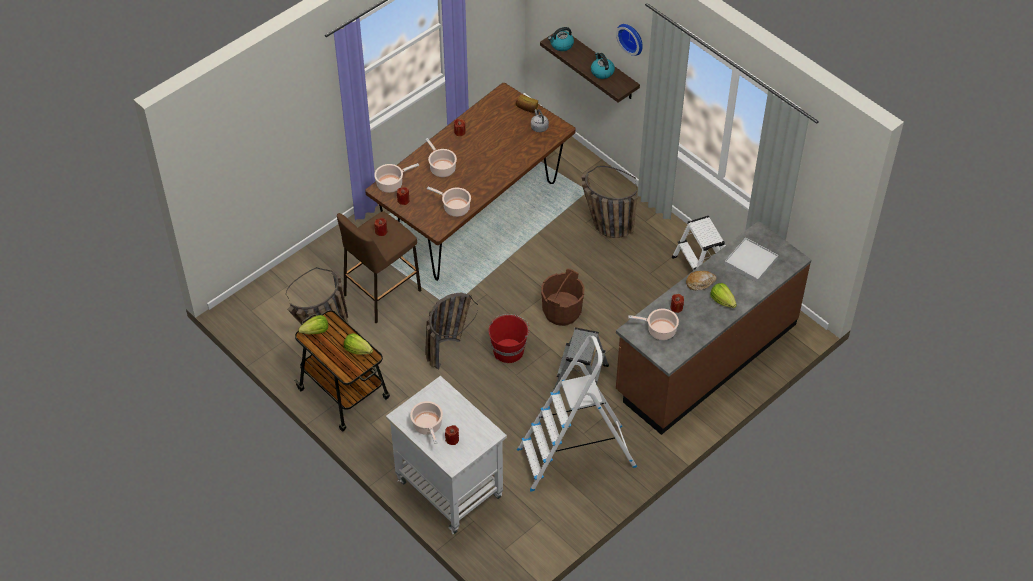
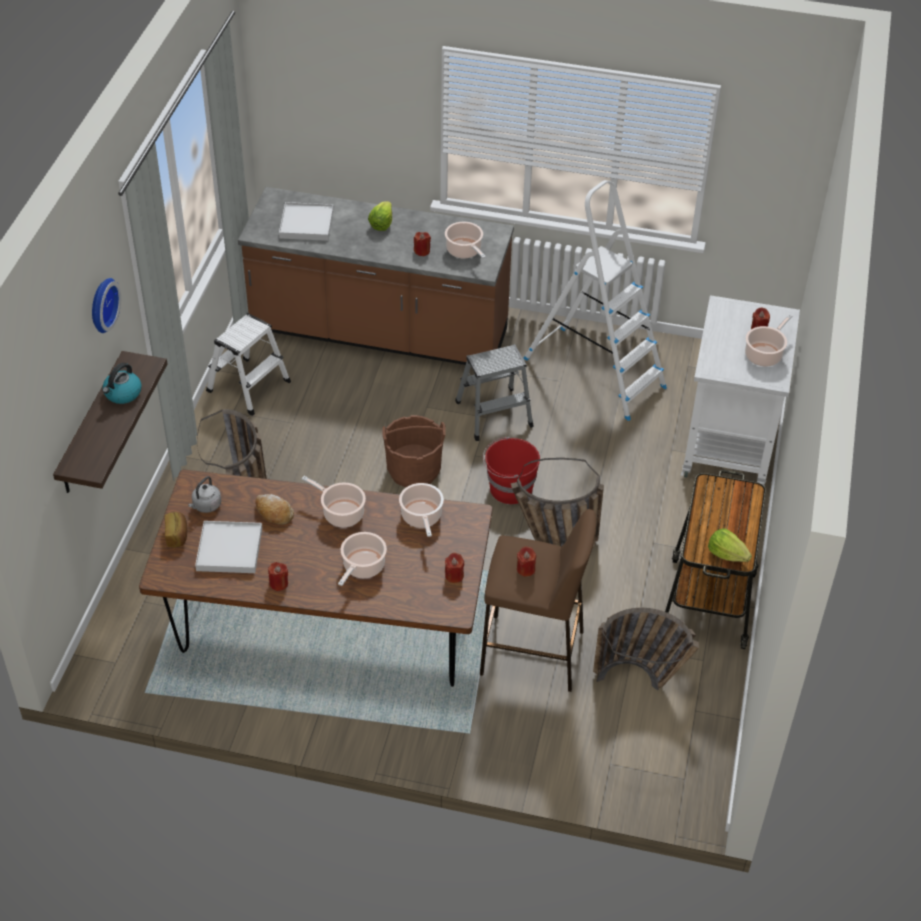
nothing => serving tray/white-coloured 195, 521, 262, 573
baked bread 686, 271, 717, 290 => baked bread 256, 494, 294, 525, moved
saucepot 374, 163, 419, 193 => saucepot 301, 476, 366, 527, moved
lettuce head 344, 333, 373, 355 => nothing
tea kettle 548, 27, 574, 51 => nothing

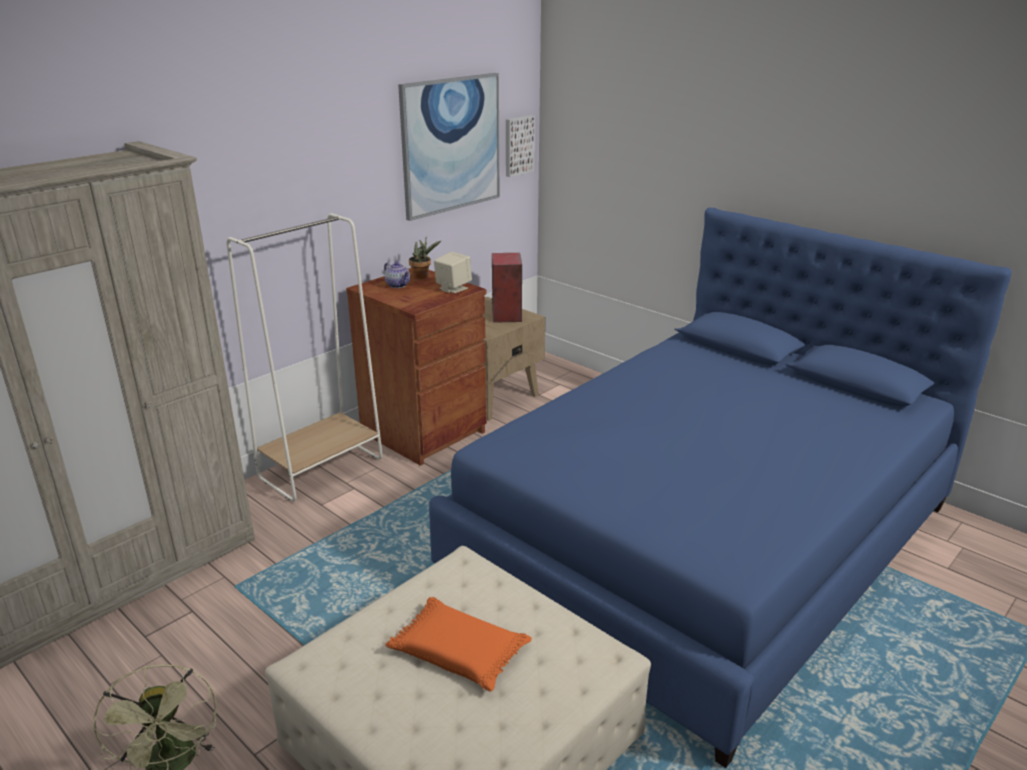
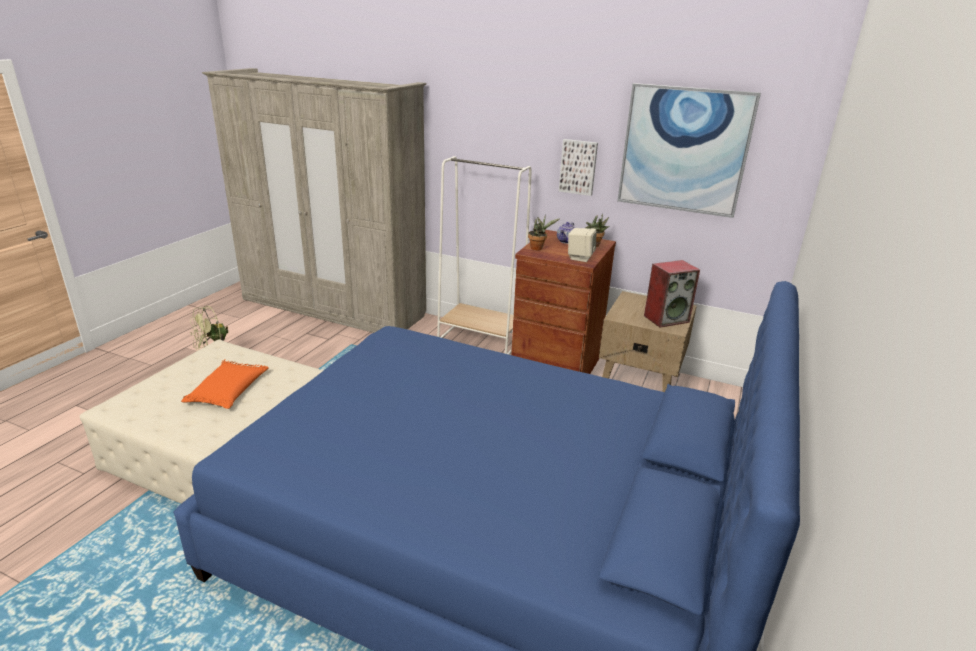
nothing => houseplant 528, 214, 560, 250
wall art 506, 115, 535, 177 => wall art 559, 139, 598, 196, moved

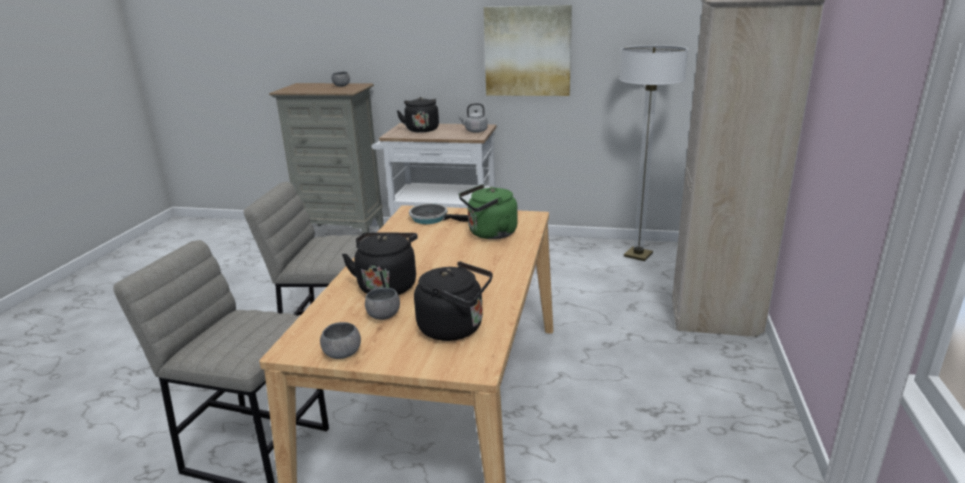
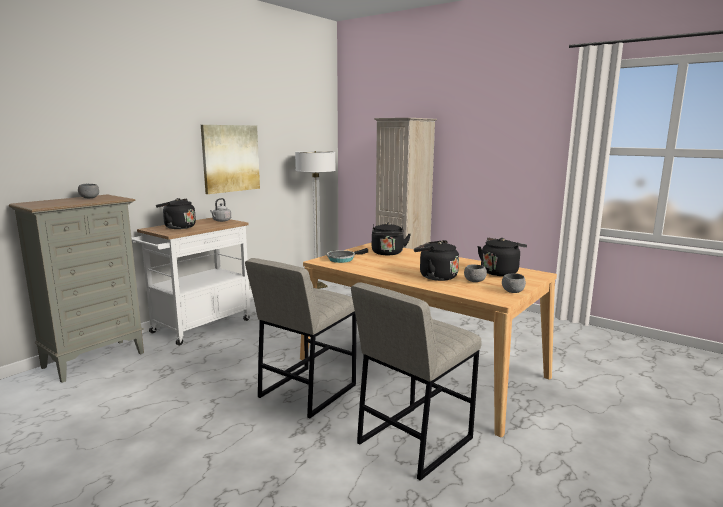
tea kettle/green 459, 184, 518, 239 => tea kettle/blackish 372, 223, 411, 255

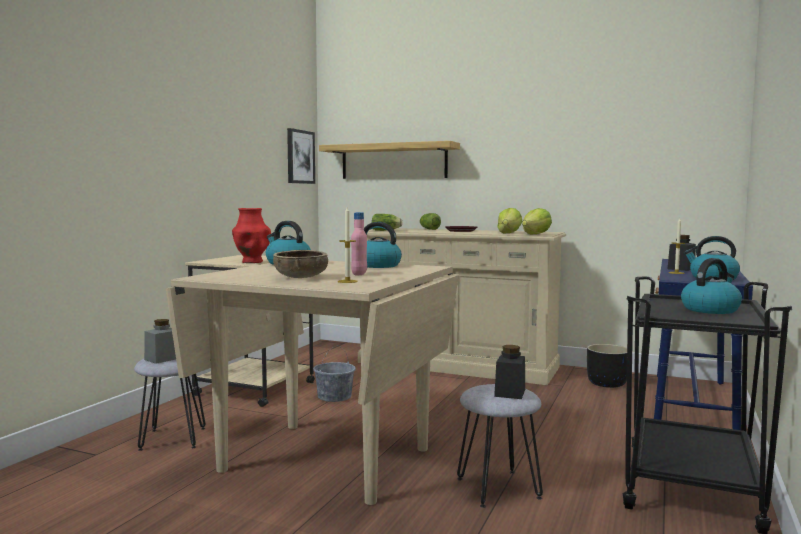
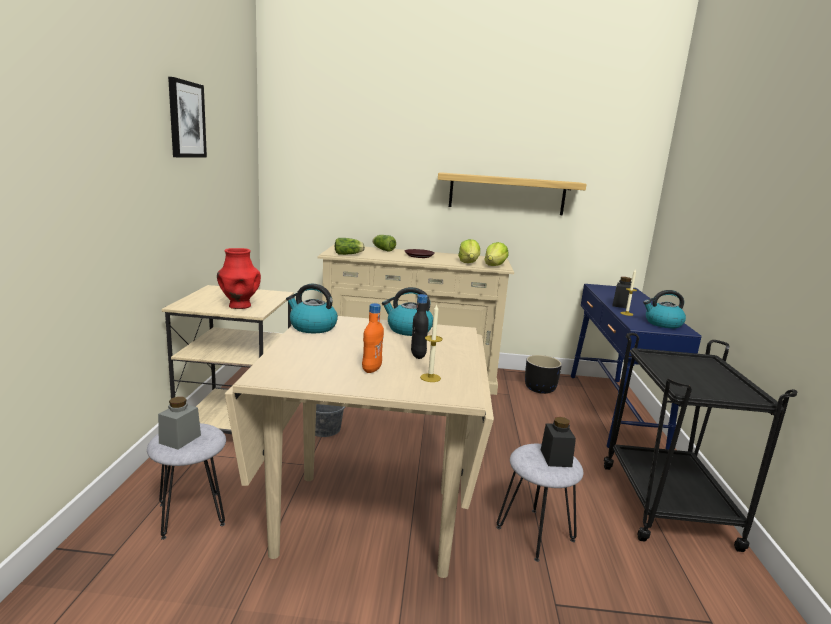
wall art 287, 128, 315, 184 => wall art 168, 77, 207, 158, moved
bowl/brownish 273, 250, 328, 278 => drink bottle/orange 362, 303, 384, 373
drink bottle/pink 351, 212, 367, 275 => drink bottle/blackish 411, 294, 429, 359
bracket shelf 319, 141, 460, 179 => bracket shelf 438, 172, 587, 215, moved
tea kettle 681, 258, 742, 314 => nothing

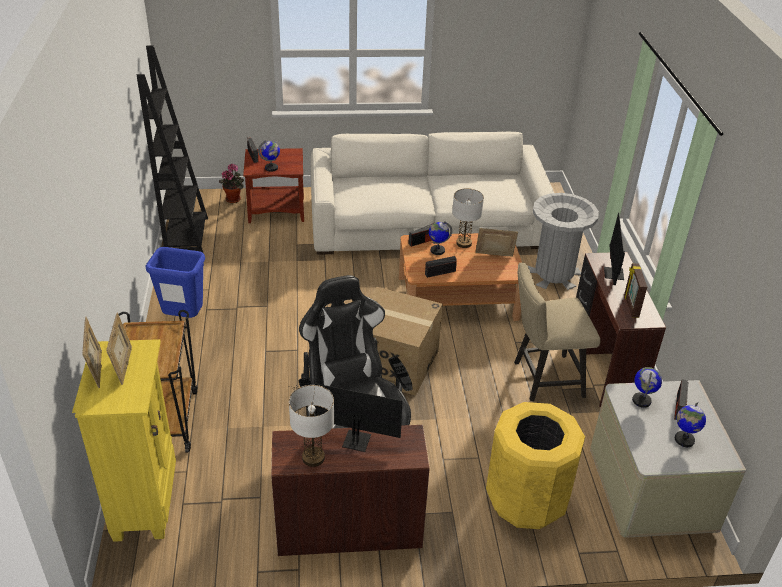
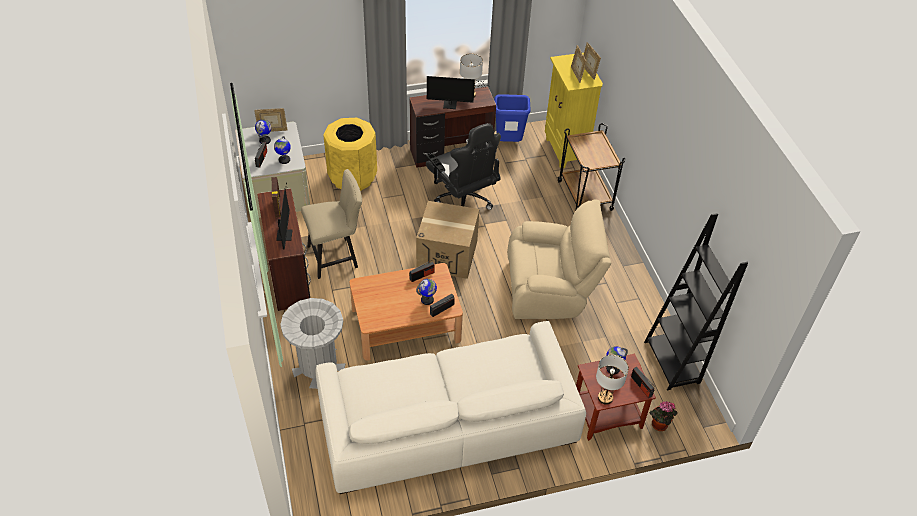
picture frame 475, 228, 518, 257 => picture frame 254, 108, 288, 131, moved
waste bin/blue-coloured 145, 247, 205, 318 => waste bin/blue-coloured 494, 94, 531, 142, moved
nothing => lounge chair/sand-coloured 508, 199, 611, 319
table lamp 452, 188, 484, 248 => table lamp 596, 355, 629, 405, moved

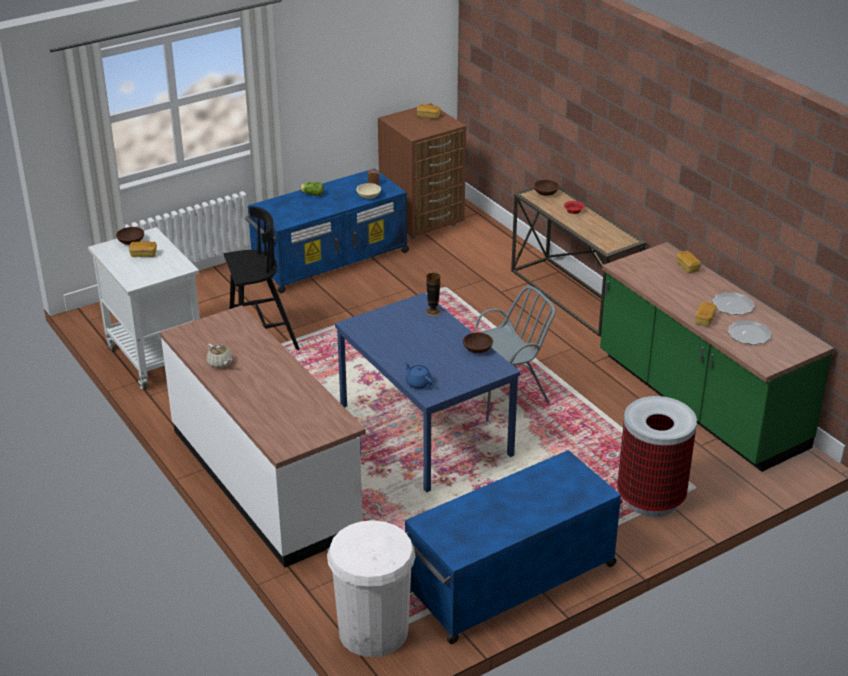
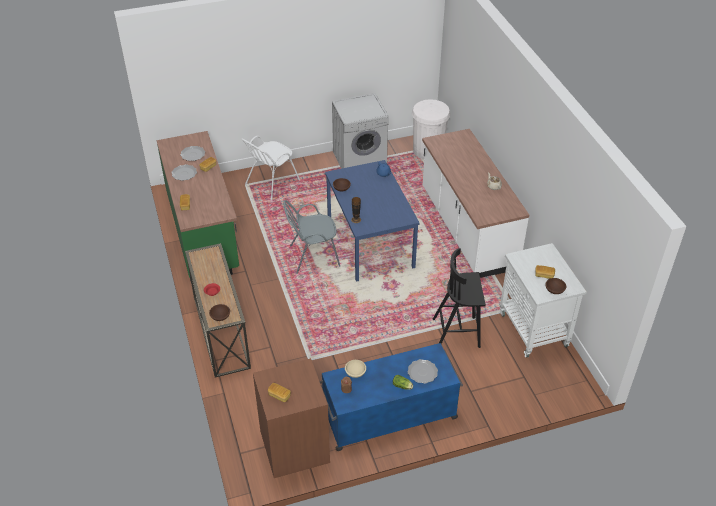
waste bin 617, 396, 697, 517 => upright chair/white-coloured 241, 136, 300, 200
storage cabinet/blue-coloured 405, 450, 623, 644 => laundry machine/white-coloured 332, 93, 389, 169
nothing => dinner plate 408, 359, 438, 384

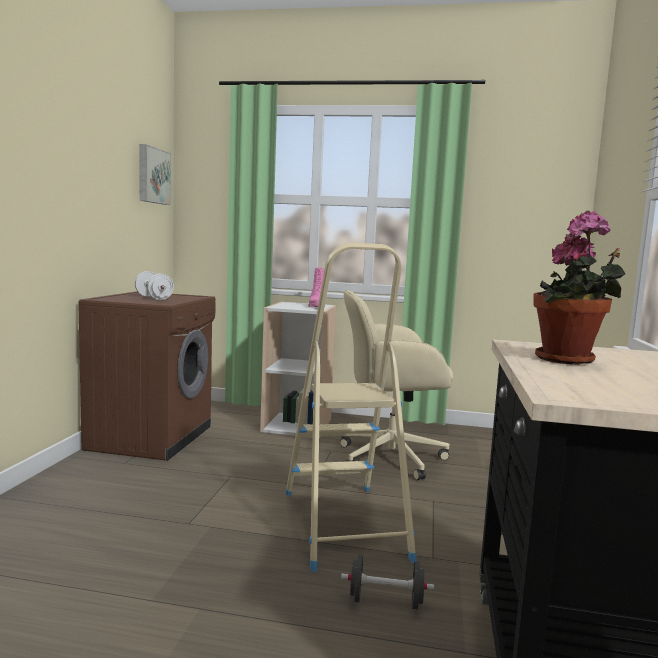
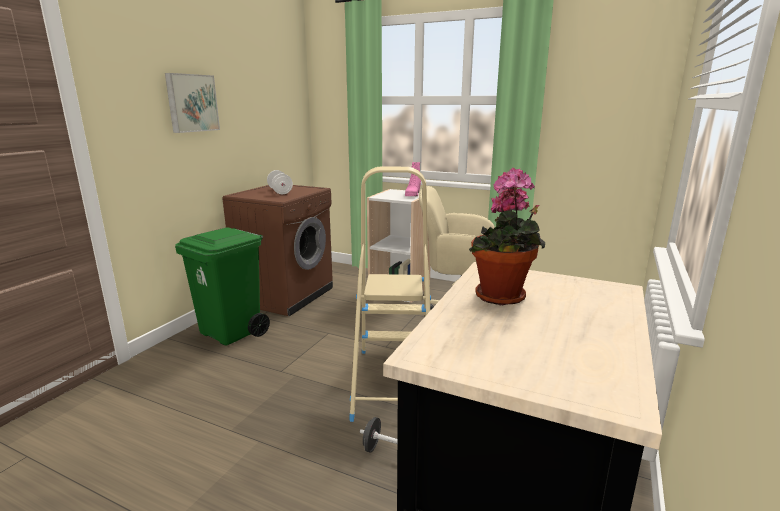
wall art 139, 144, 171, 205 => wall art 165, 73, 220, 133, moved
nothing => waste bin/green 175, 227, 270, 346

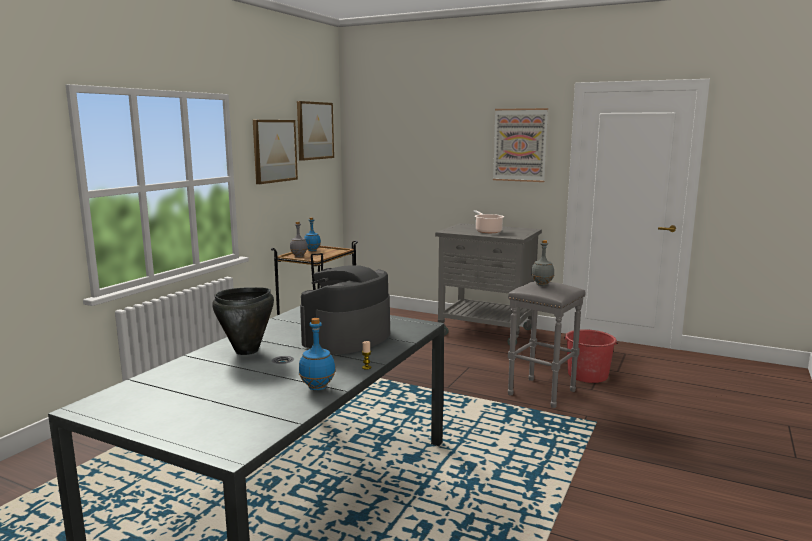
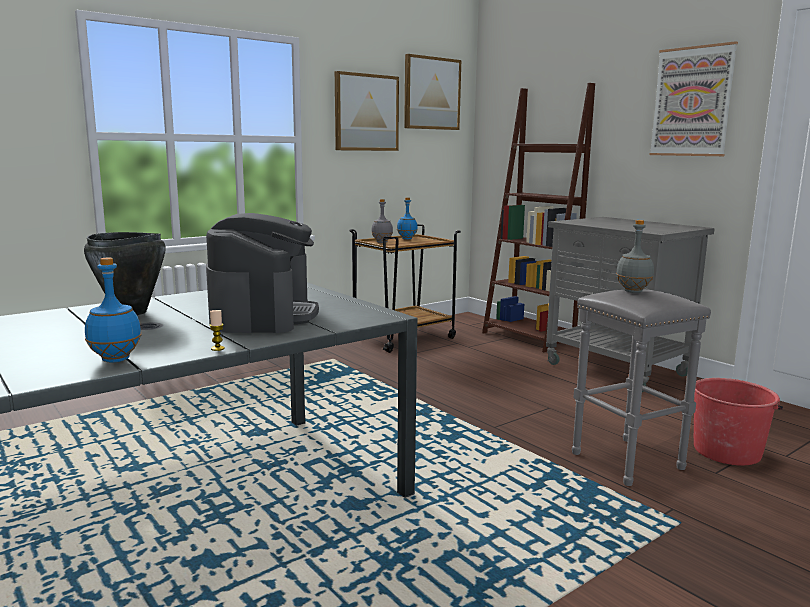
coffee machine 300, 265, 390, 354 => coffee machine 206, 213, 319, 333, 120 degrees clockwise
nothing => shelving unit/brownish 482, 83, 595, 352
saucepot 473, 211, 504, 233 => nothing

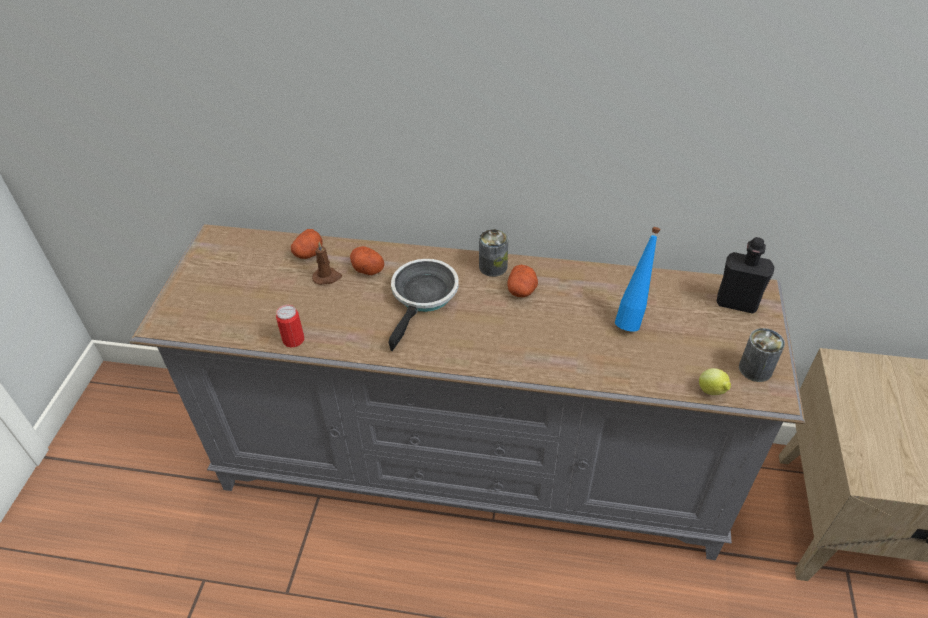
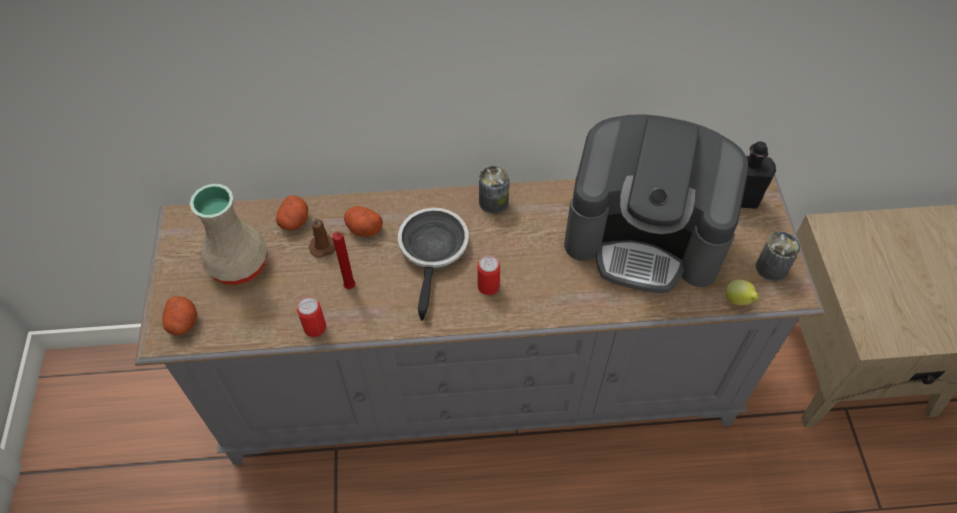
potato 507, 265, 538, 297 => potato 162, 296, 197, 335, moved
nothing => vase/sand-coloured 190, 184, 268, 285
nothing => wax light/red-coloured 332, 232, 356, 289
nothing => sealed can 477, 255, 500, 295
drink bottle/blue-coloured 615, 227, 661, 332 => coffee machine 564, 114, 749, 293

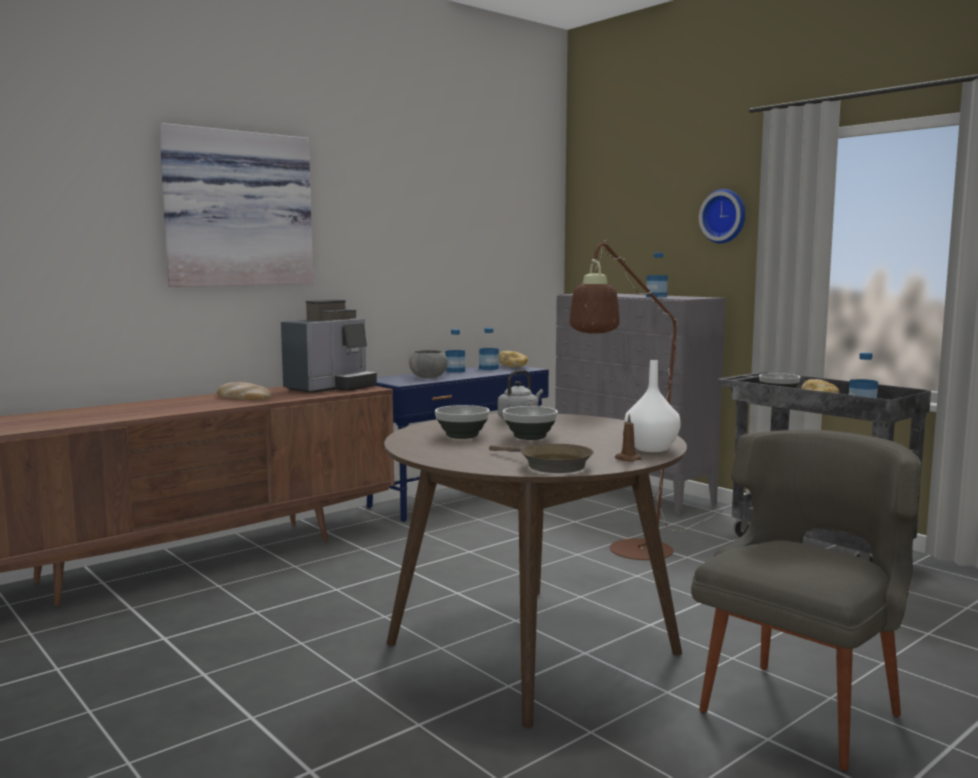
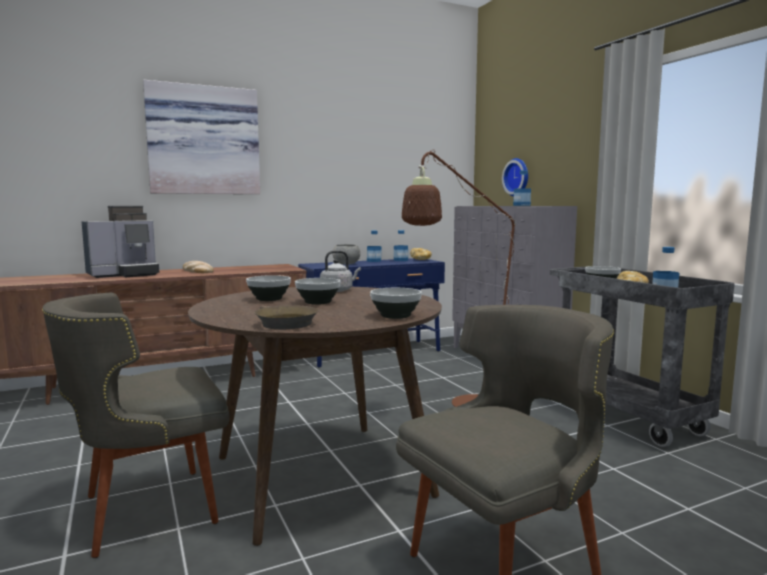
nothing => upright chair/grey 42, 293, 230, 558
coffee machine 281, 299, 377, 393 => coffee machine 82, 206, 159, 278, moved
vase/white-coloured 624, 360, 681, 452 => bowl 370, 288, 422, 319
hanging clock 699, 189, 745, 243 => hanging clock 502, 158, 528, 196, moved
wax light/brownish 614, 414, 642, 462 => nothing

